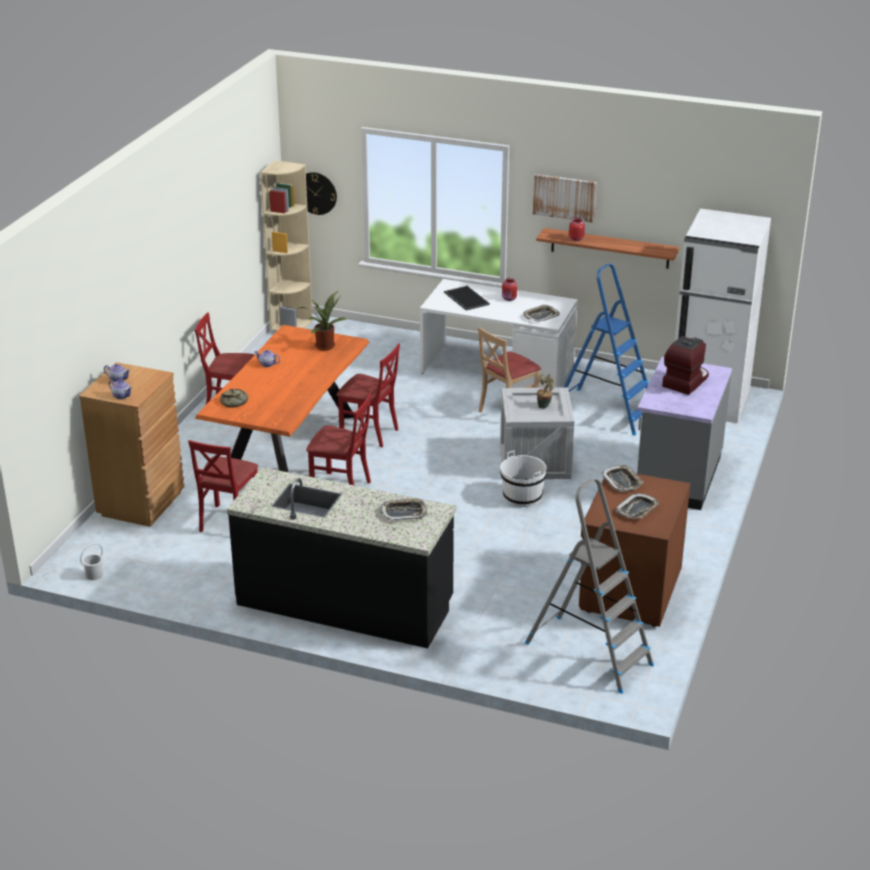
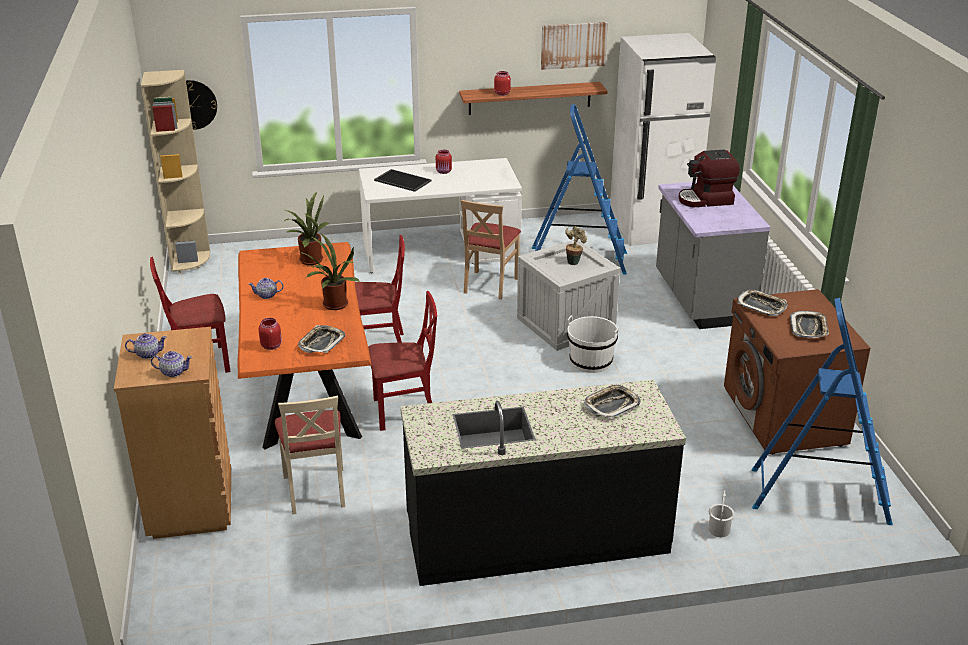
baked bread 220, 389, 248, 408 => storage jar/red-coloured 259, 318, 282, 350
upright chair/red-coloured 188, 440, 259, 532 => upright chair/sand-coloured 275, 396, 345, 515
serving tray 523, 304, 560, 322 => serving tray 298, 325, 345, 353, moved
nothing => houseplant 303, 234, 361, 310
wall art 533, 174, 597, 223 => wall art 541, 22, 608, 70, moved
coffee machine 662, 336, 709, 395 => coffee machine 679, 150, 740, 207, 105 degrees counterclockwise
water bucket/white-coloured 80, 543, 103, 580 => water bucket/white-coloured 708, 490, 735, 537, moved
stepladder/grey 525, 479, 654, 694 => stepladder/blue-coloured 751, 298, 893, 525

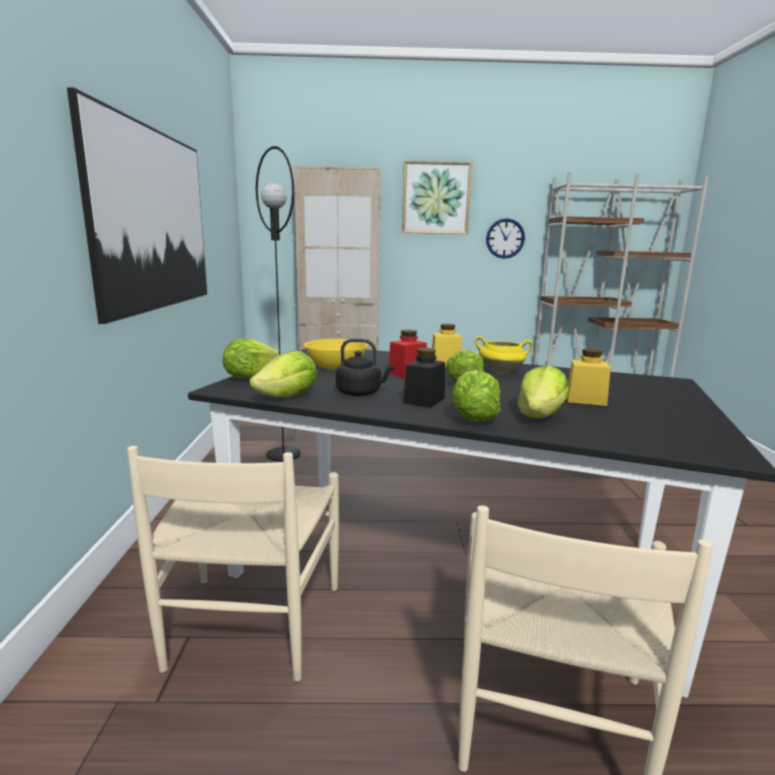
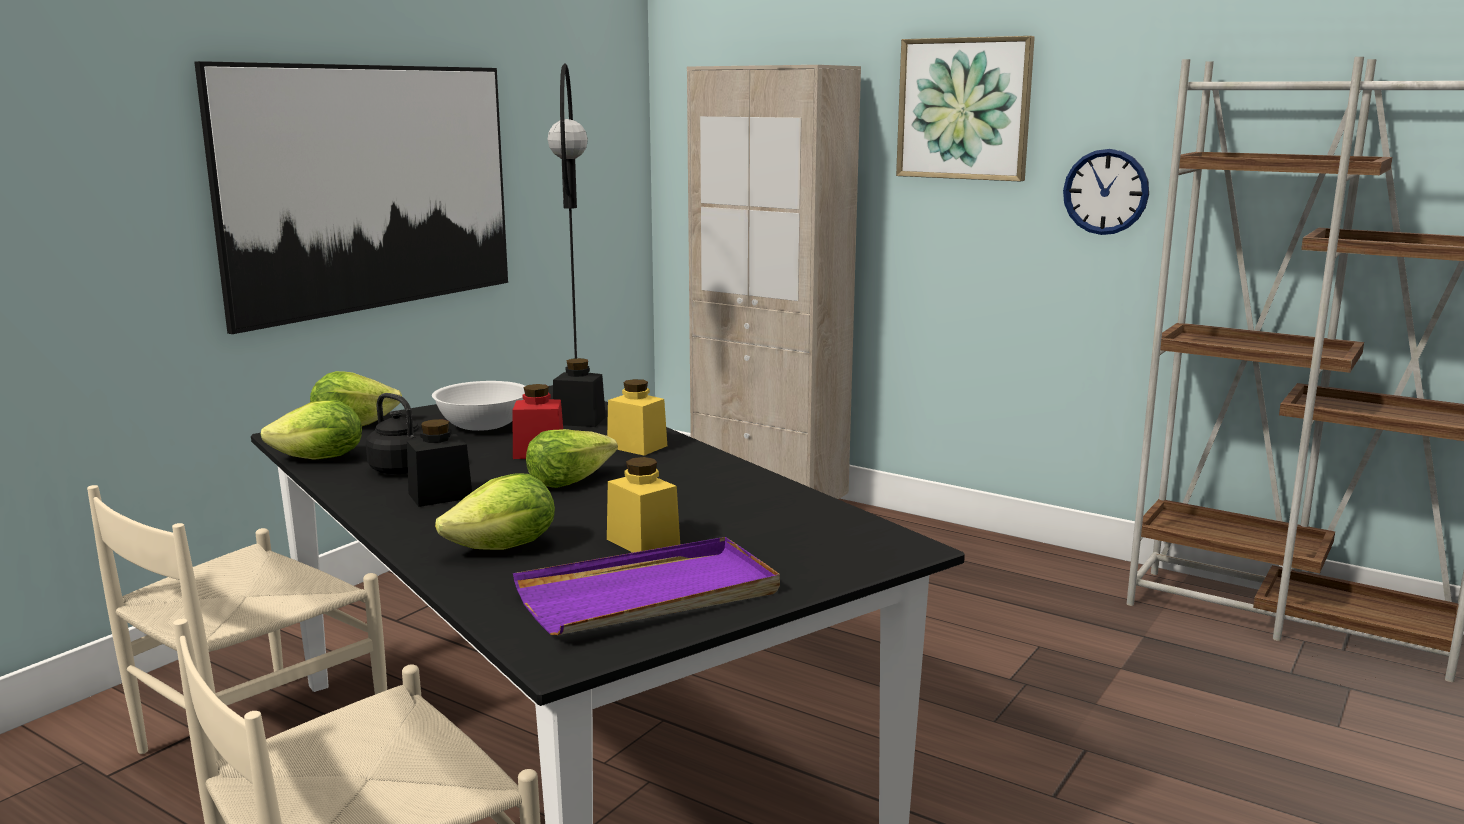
bowl/yellowish 304, 339, 368, 369 => bowl/white-coloured 432, 381, 525, 431
nothing => serving tray/purple 513, 537, 780, 635
nothing => storage jar/blackish 553, 358, 606, 427
lettuce head 452, 370, 501, 422 => nothing
saucepot/yellowish 475, 336, 533, 374 => nothing

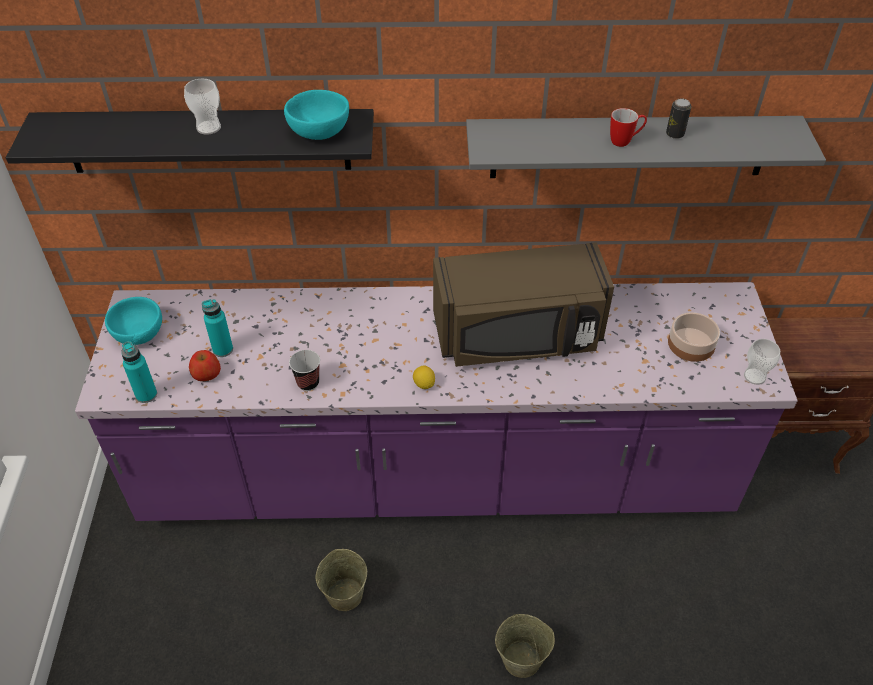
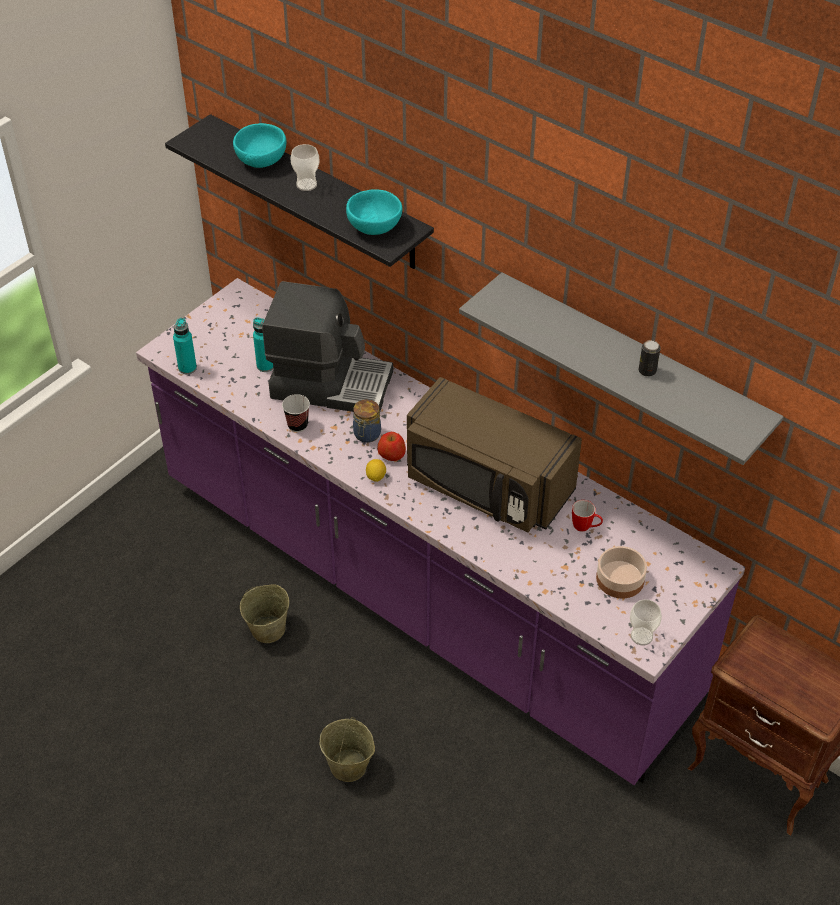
bowl/turquoise 105, 297, 162, 345 => bowl/turquoise 233, 123, 286, 168, moved
nothing => coffee machine 262, 281, 393, 412
nothing => storage jar 353, 399, 381, 443
apple 189, 350, 221, 381 => apple 377, 432, 406, 461, moved
tea mug 610, 108, 647, 147 => tea mug 572, 500, 603, 532, moved

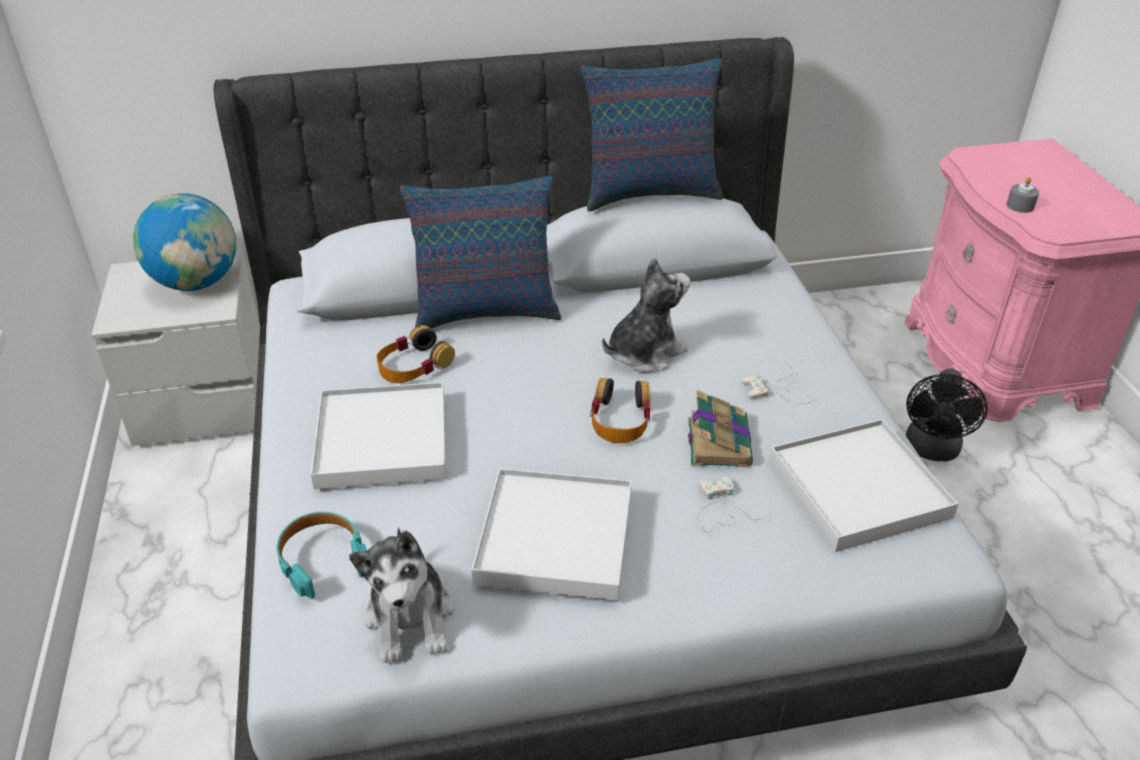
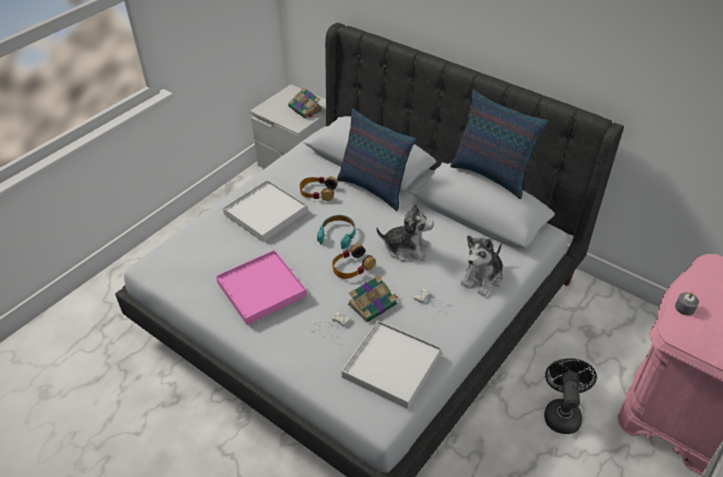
serving tray/white-coloured 471, 468, 632, 600 => serving tray/pink 216, 250, 307, 325
globe 133, 193, 236, 291 => volume 288, 88, 323, 119
pair of headphones/turquoise 276, 512, 367, 599 => pair of headphones/turquoise 317, 215, 355, 249, moved
plush toy 349, 527, 454, 663 => plush toy 461, 235, 503, 296, moved
electric fan/blackish 906, 369, 988, 461 => electric fan/blackish 544, 358, 597, 434, 120 degrees clockwise

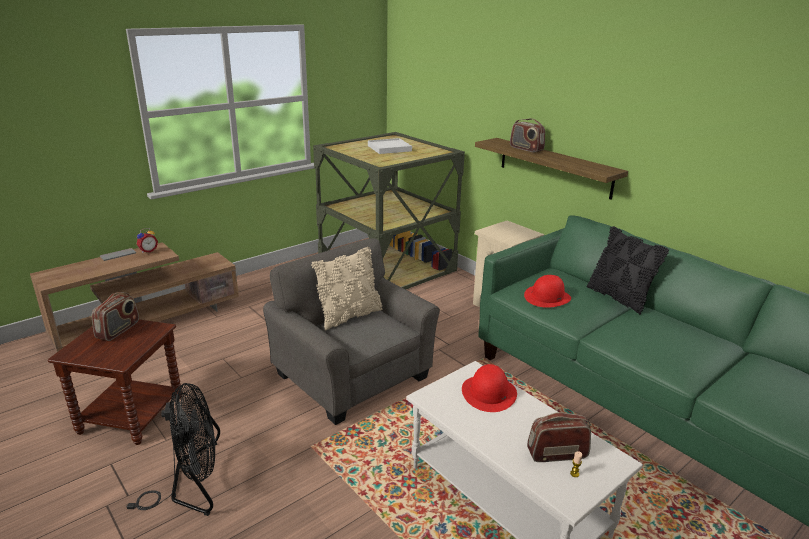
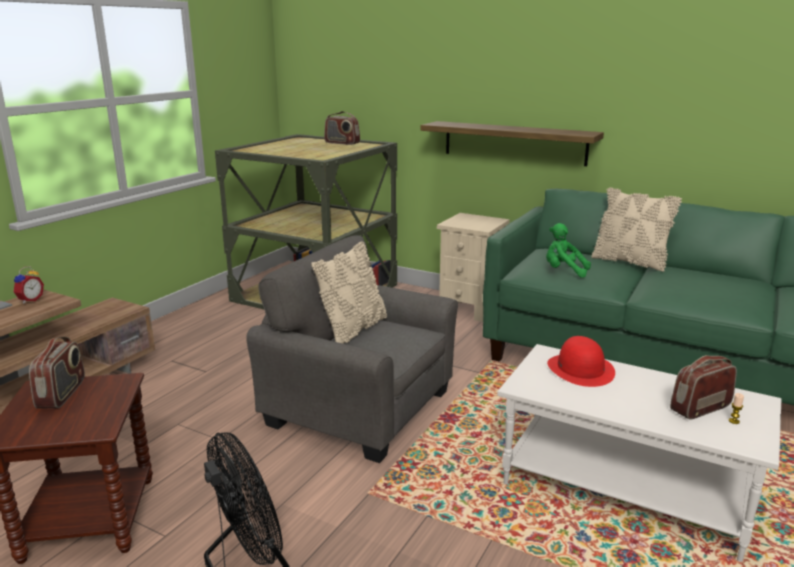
radio receiver 510, 118, 545, 152 => radio receiver 324, 111, 360, 145, moved
hat/red-coloured 524, 275, 571, 308 => plush toy/green 546, 223, 591, 278
cushion/blackish 587, 226, 669, 315 => cushion/sand-coloured 591, 188, 682, 272
serving tray/white-coloured 368, 138, 412, 154 => nothing

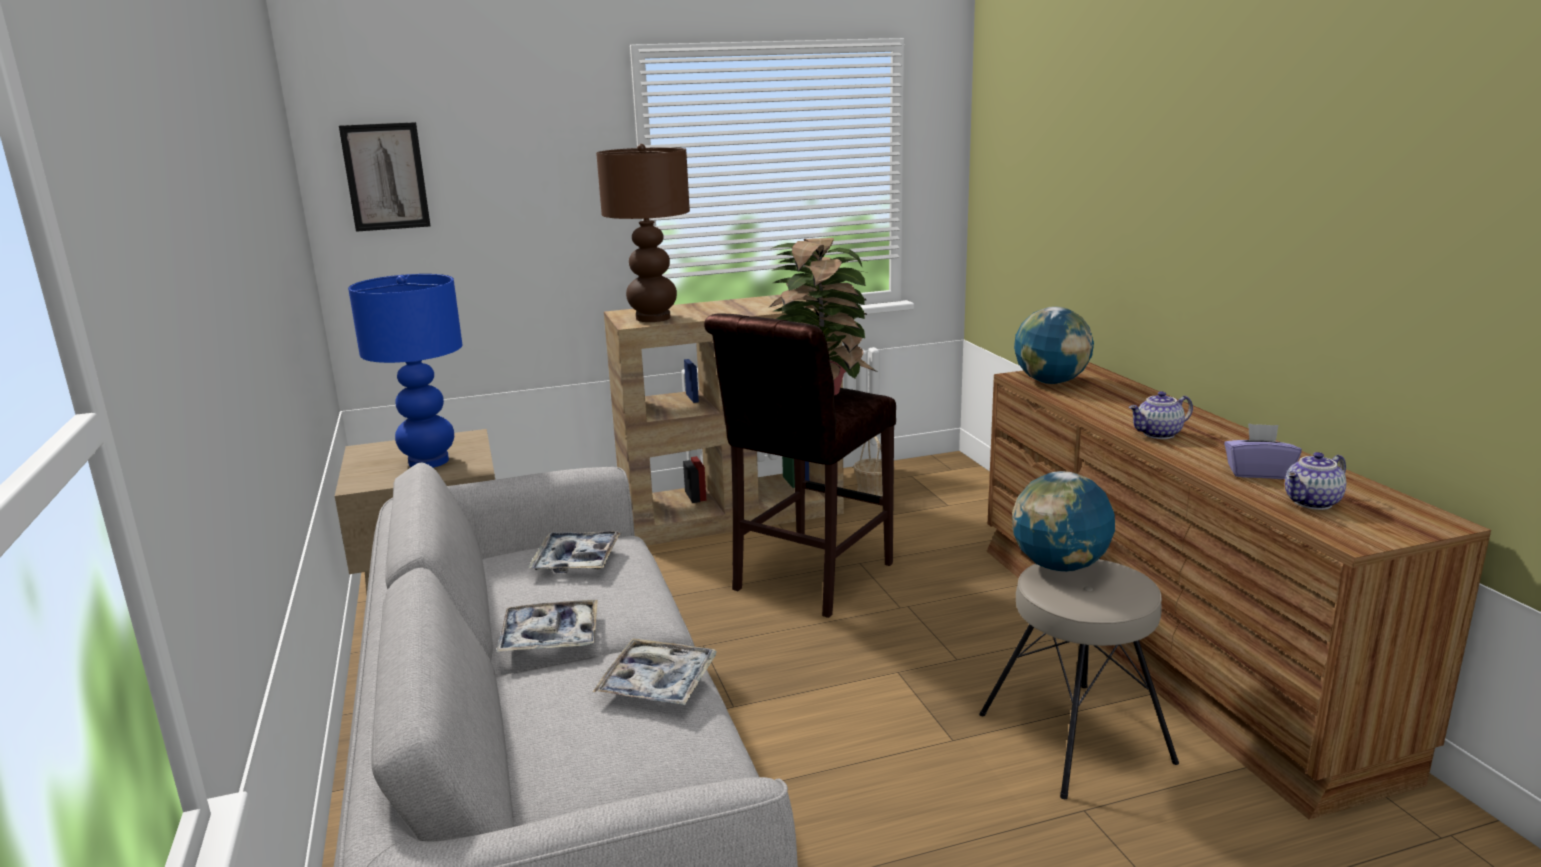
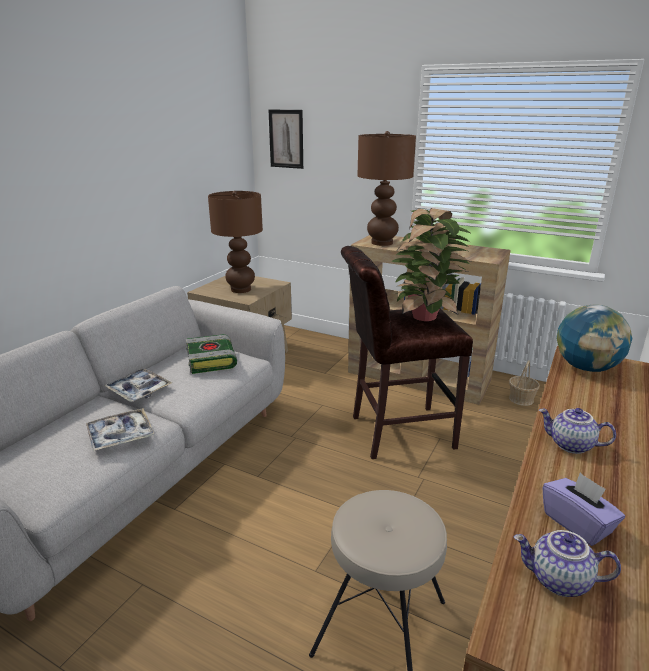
serving tray 528, 531, 621, 574 => volume 186, 334, 237, 374
table lamp/blue-coloured 348, 274, 463, 468 => table lamp/brownish 208, 191, 263, 293
globe 1012, 471, 1115, 572 => nothing

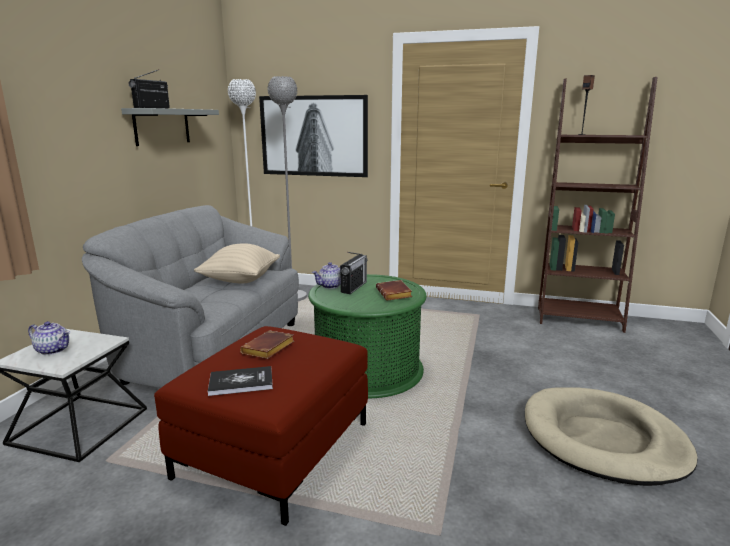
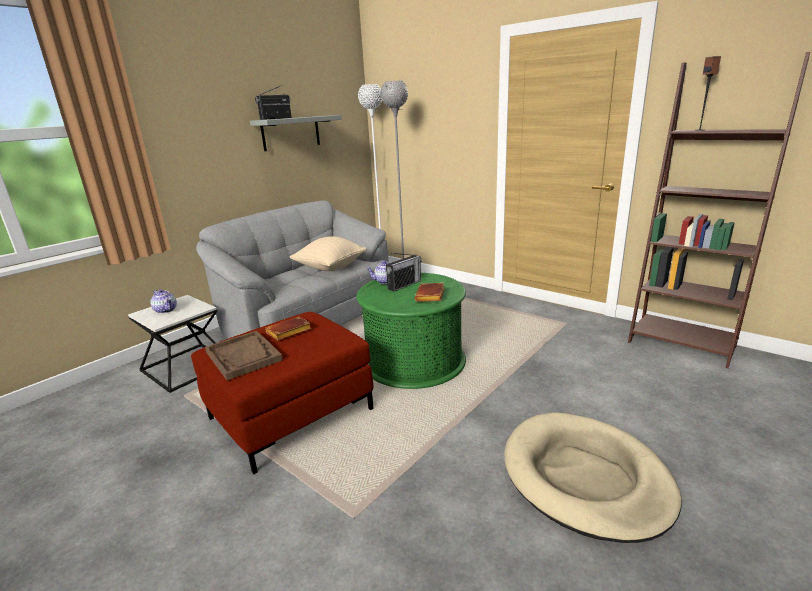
volume 208, 366, 273, 396 => serving tray/brownish 205, 331, 283, 380
wall art 259, 95, 368, 177 => nothing

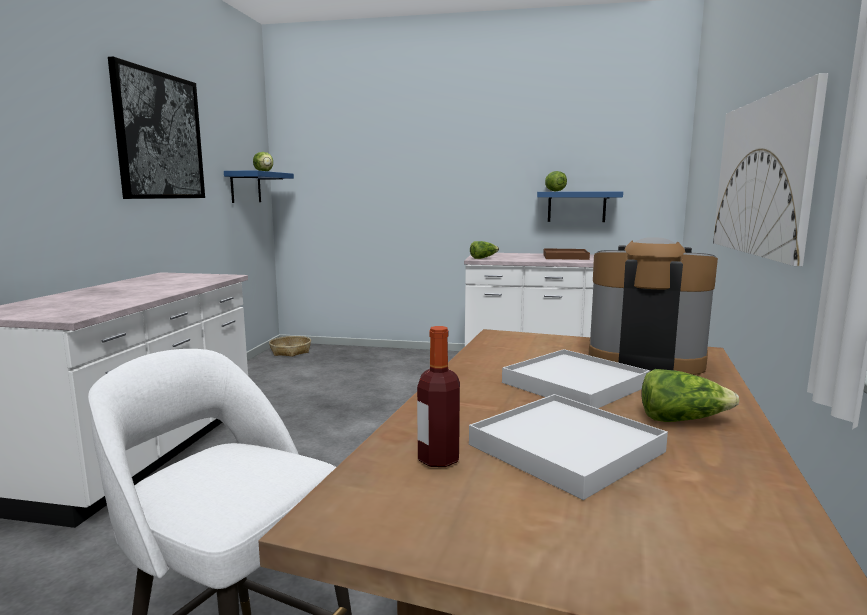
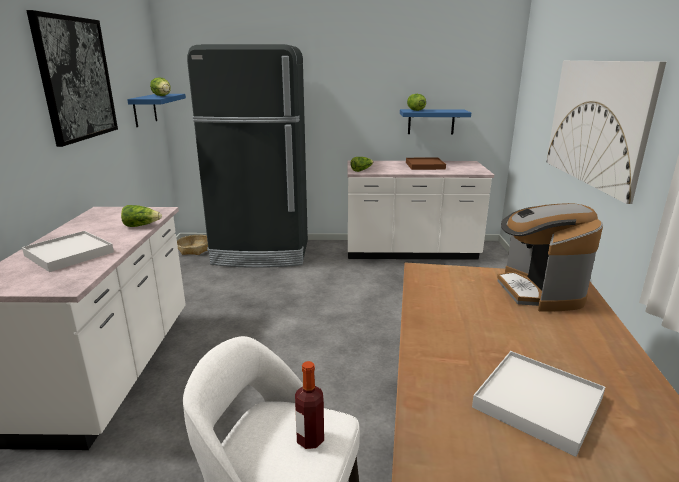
serving tray/white-coloured 502, 349, 650, 408 => serving tray/white-coloured 22, 231, 114, 272, moved
lettuce head 642, 369, 739, 422 => lettuce head 121, 205, 162, 227, moved
nothing => refrigerator/blackish 187, 44, 308, 268
drink bottle 417, 326, 460, 467 => drink bottle 295, 361, 324, 449, moved
coffee machine 589, 237, 718, 375 => coffee machine 497, 203, 603, 312, 105 degrees counterclockwise

